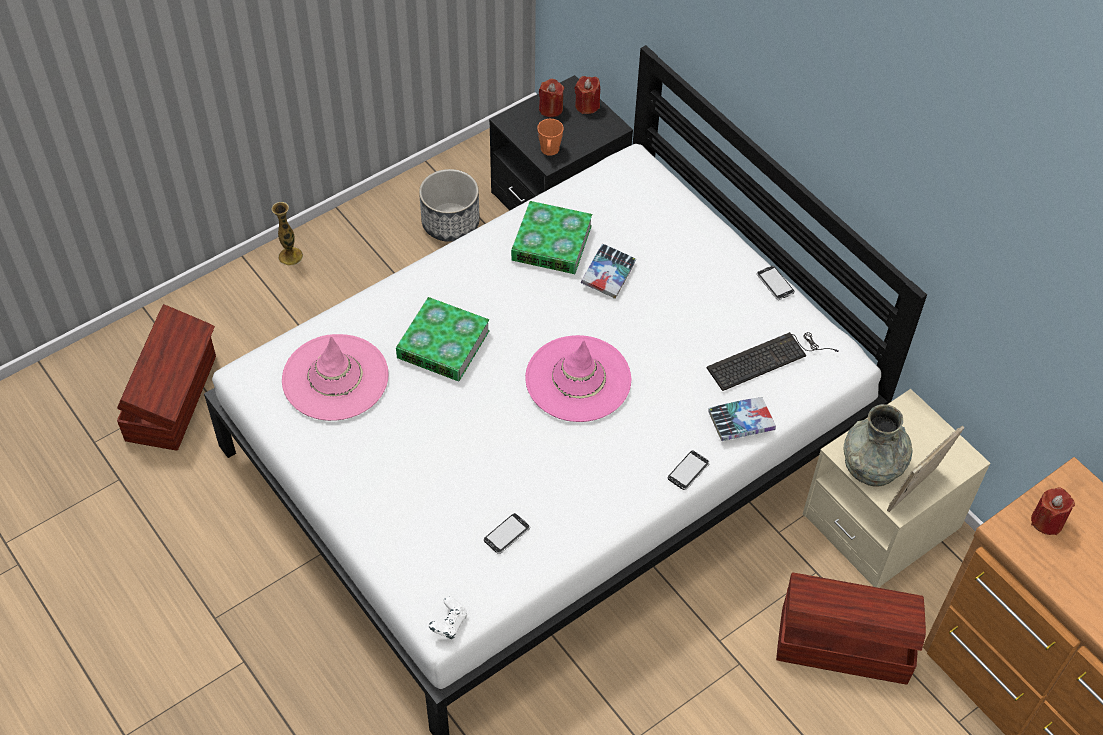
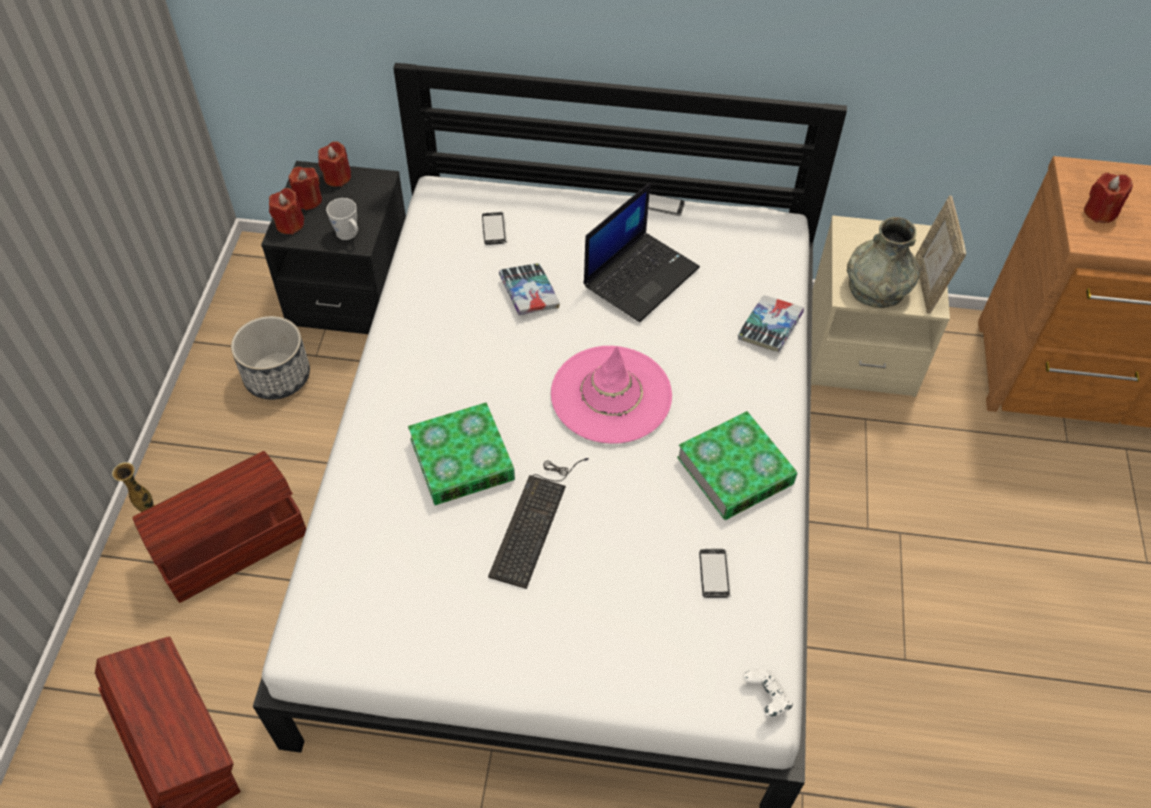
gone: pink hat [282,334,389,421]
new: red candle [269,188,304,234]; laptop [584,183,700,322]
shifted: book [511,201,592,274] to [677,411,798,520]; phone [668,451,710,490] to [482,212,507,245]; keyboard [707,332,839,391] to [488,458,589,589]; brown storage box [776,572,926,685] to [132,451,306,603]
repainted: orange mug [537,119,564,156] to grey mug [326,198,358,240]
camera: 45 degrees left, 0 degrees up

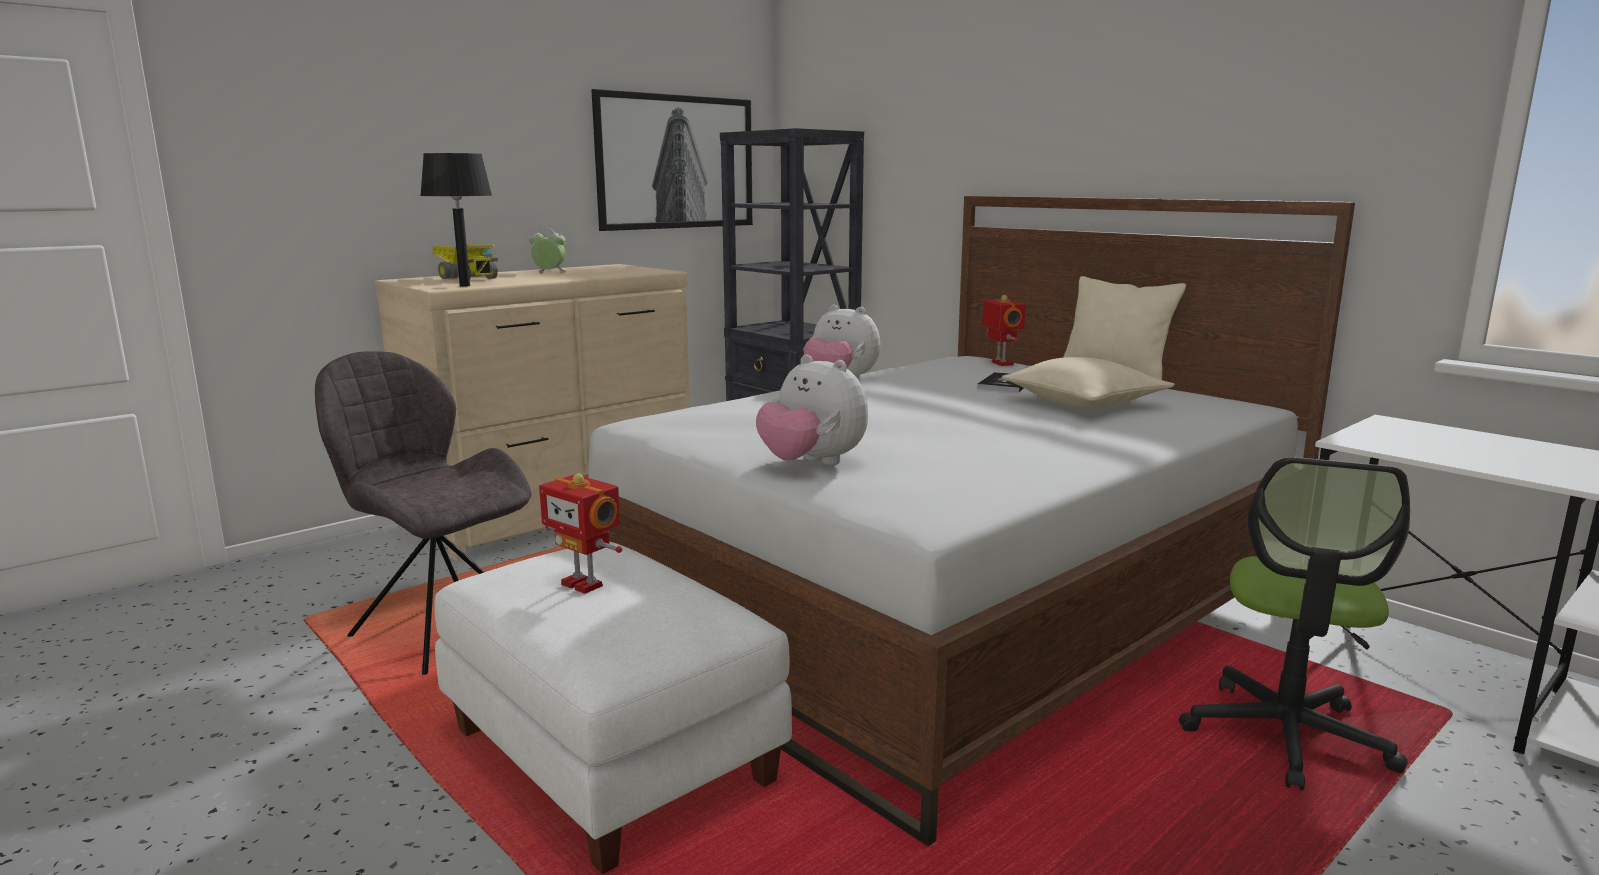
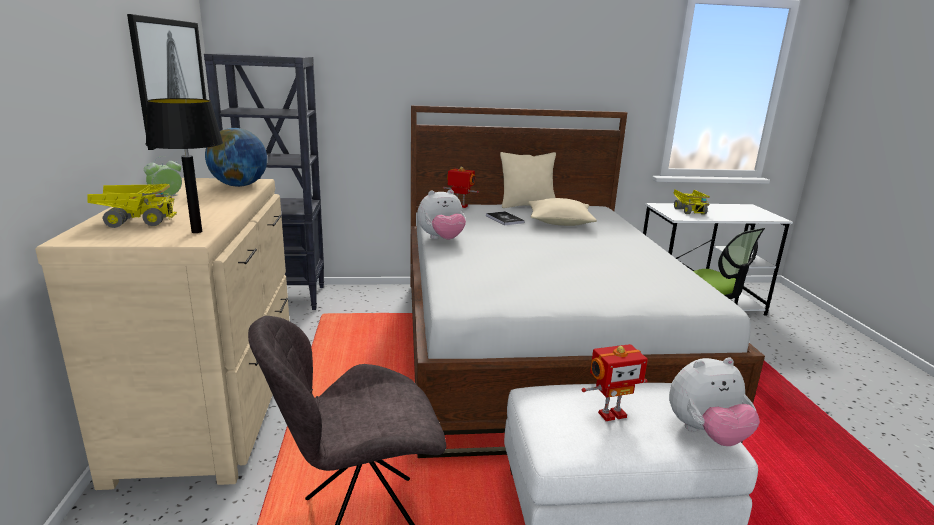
new: globe [205,128,267,187]; toy truck [673,189,710,214]
shifted: plush toy [756,354,868,465] to [669,357,760,446]
camera: 55 degrees left, 5 degrees up

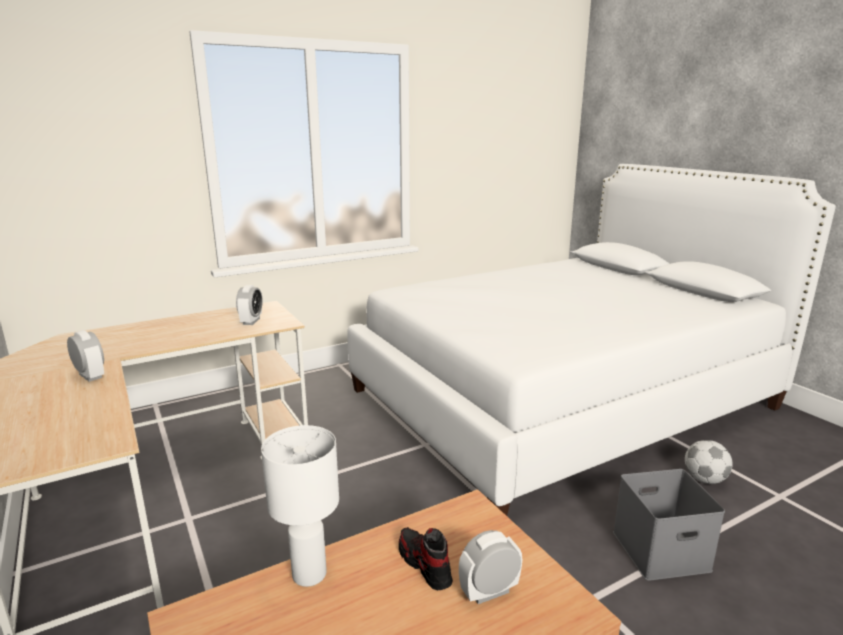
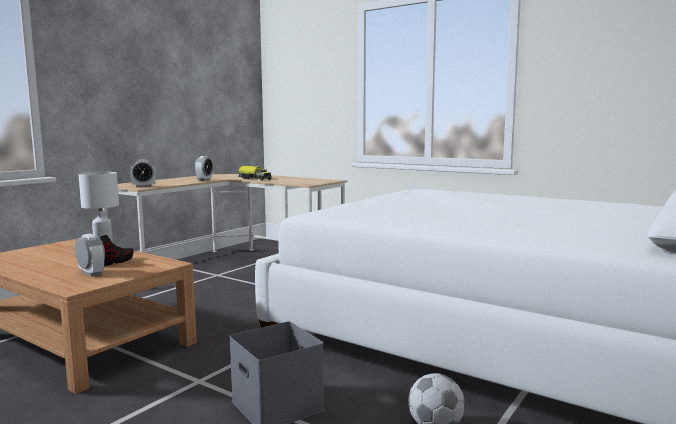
new: toy truck [239,166,272,181]
shifted: alarm clock [236,285,263,325] to [130,160,156,187]
camera: 65 degrees right, 10 degrees down

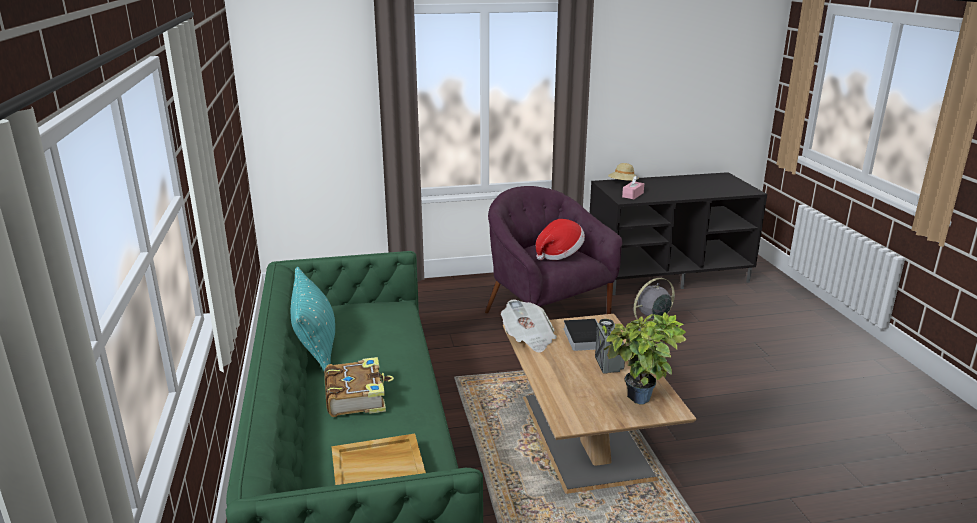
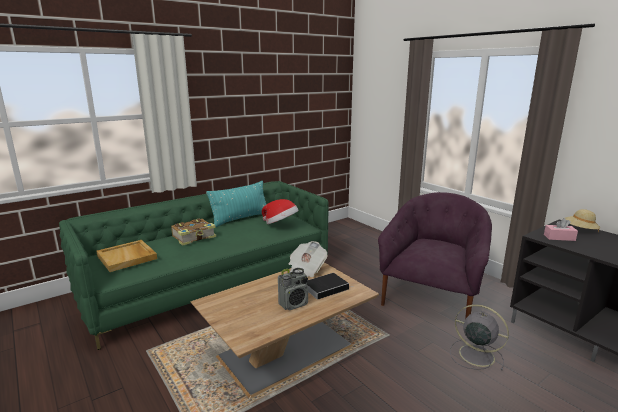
gone: potted plant [604,312,686,404]
shifted: hat [536,219,585,260] to [262,199,299,224]
camera: 65 degrees right, 5 degrees down

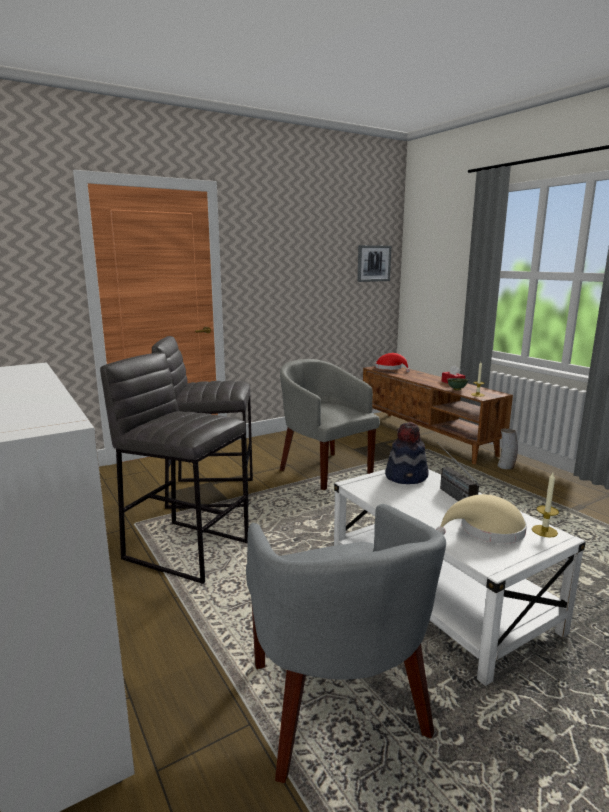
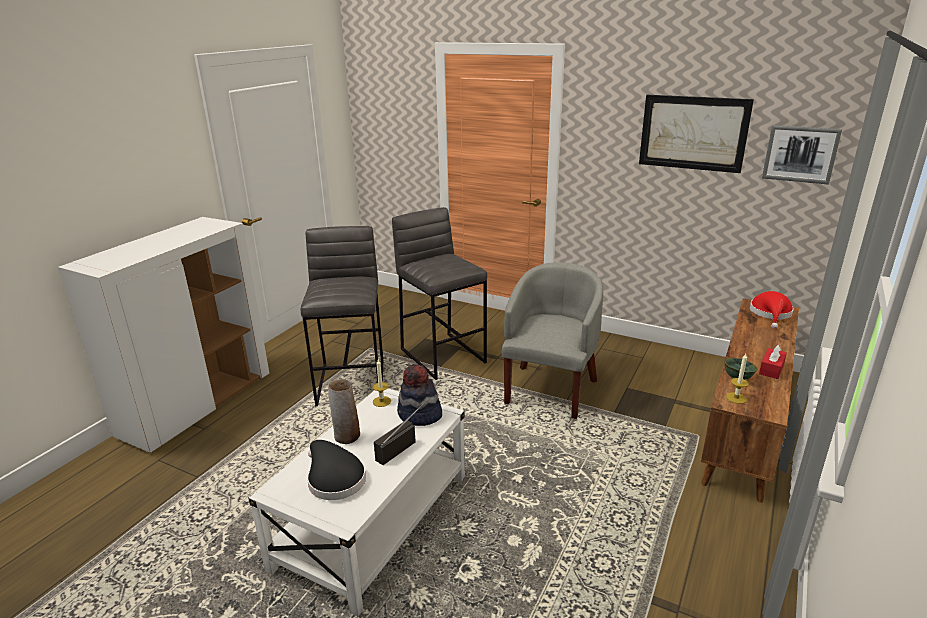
gone: grey armchair [246,504,446,783]
new: picture [639,95,754,173]
shifted: vase [497,428,518,470] to [328,379,360,444]; candle [532,473,559,538] to [373,359,391,407]
repainted: beige hat [436,494,527,544] to black hat [307,440,366,500]
camera: 60 degrees right, 10 degrees up

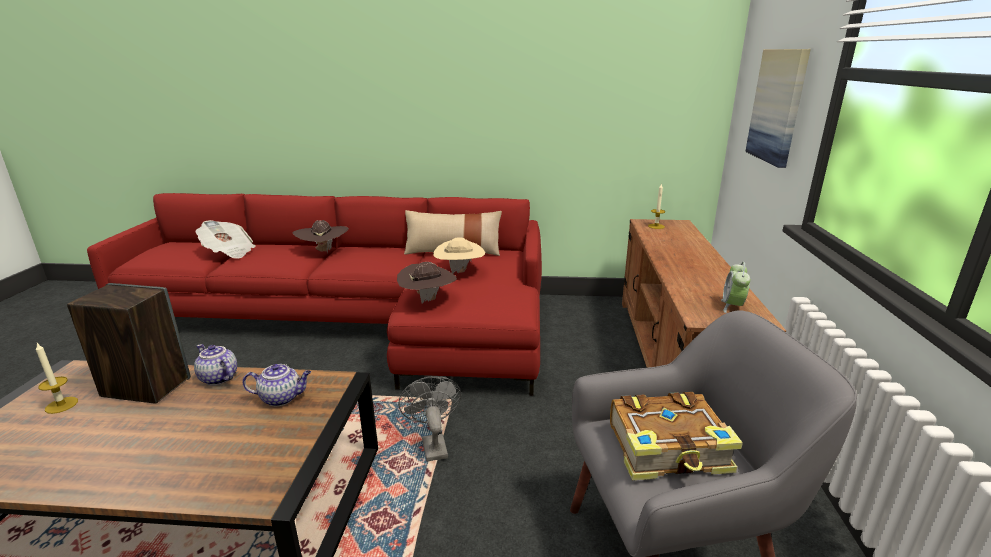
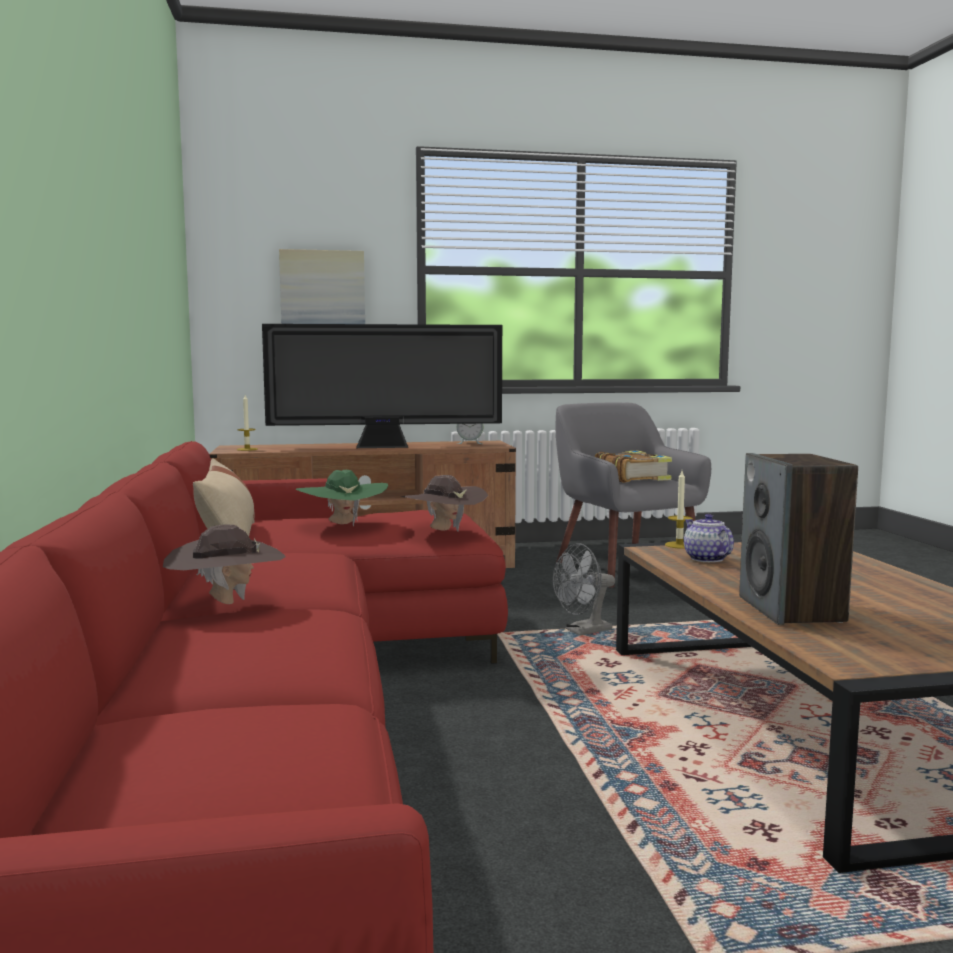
gone: teapot [194,344,237,385]; newspaper [196,220,256,259]
new: television [262,324,502,448]
shifted: candle [36,343,78,414] to [665,471,693,549]
repainted: beige hat [433,237,485,273] to green hat [296,470,388,527]
camera: 105 degrees left, 15 degrees down

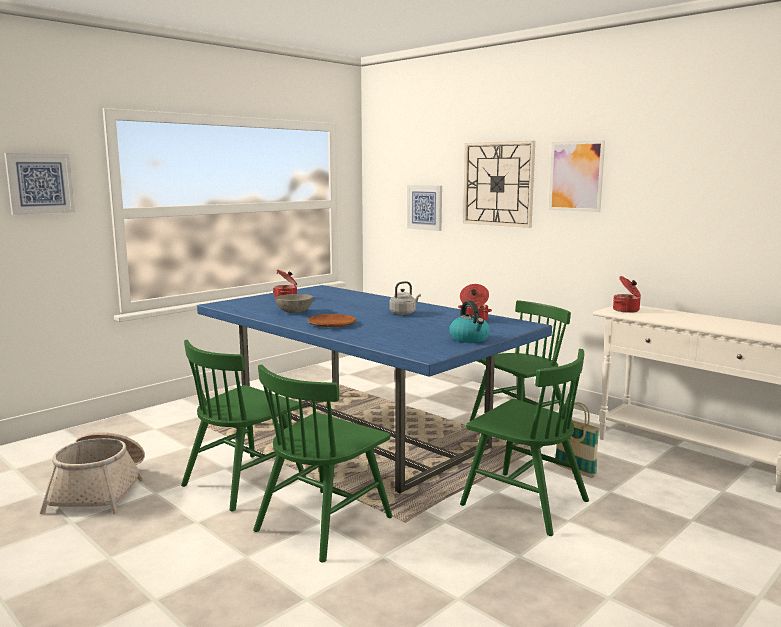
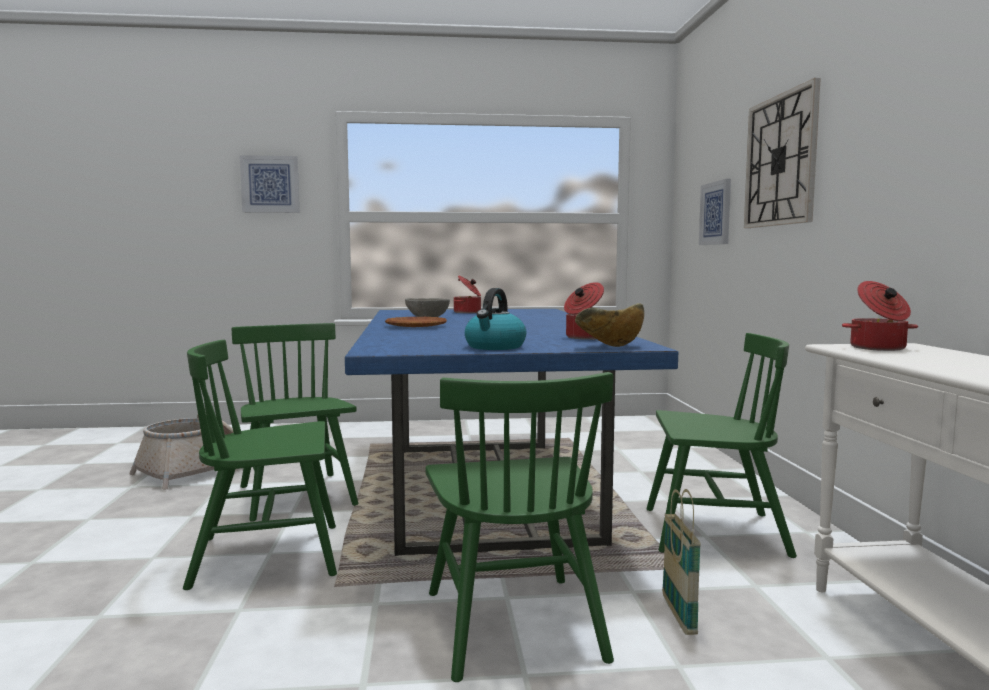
gone: grey kettle [389,281,421,315]; picture [549,140,605,212]
new: bowl [575,303,644,347]
rotated: green chair [181,340,306,511] = [232,323,359,522] 75 degrees clockwise
camera: 40 degrees right, 5 degrees down

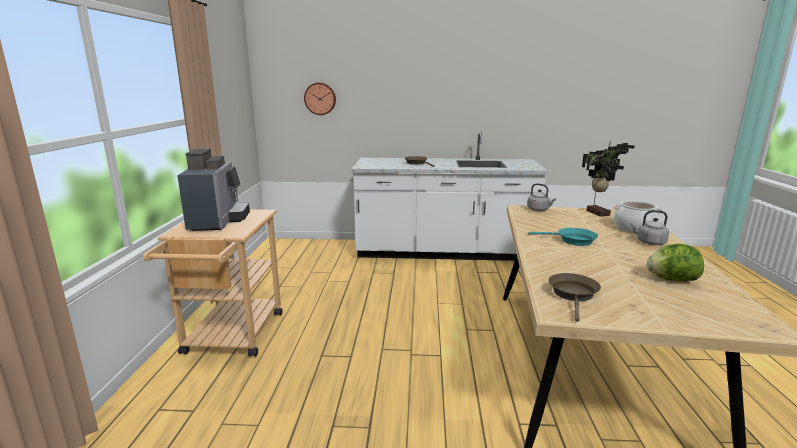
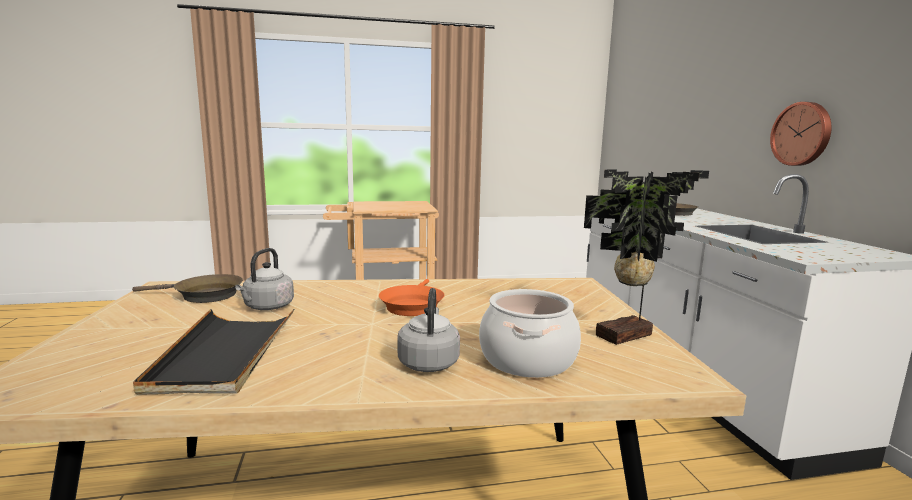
gone: coffee machine [177,149,250,231]
shifted: wall clock [304,83,336,115] to [770,102,832,166]; grey kettle [527,183,556,211] to [235,248,294,310]
swapped: lettuce [647,244,704,281] to black tray [133,309,294,395]
repainted: turquoise frying pan [529,228,598,246] to orange frying pan [379,279,444,316]
camera: 75 degrees right, 5 degrees down

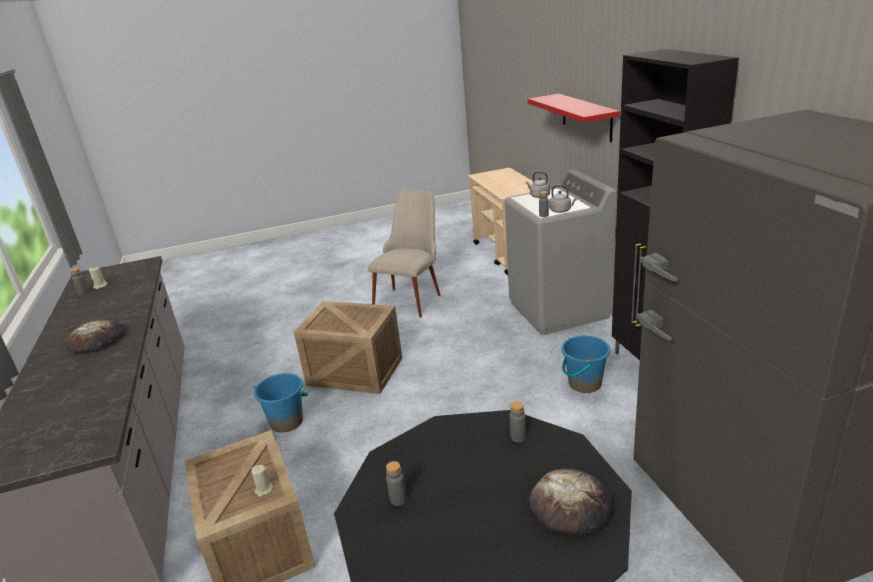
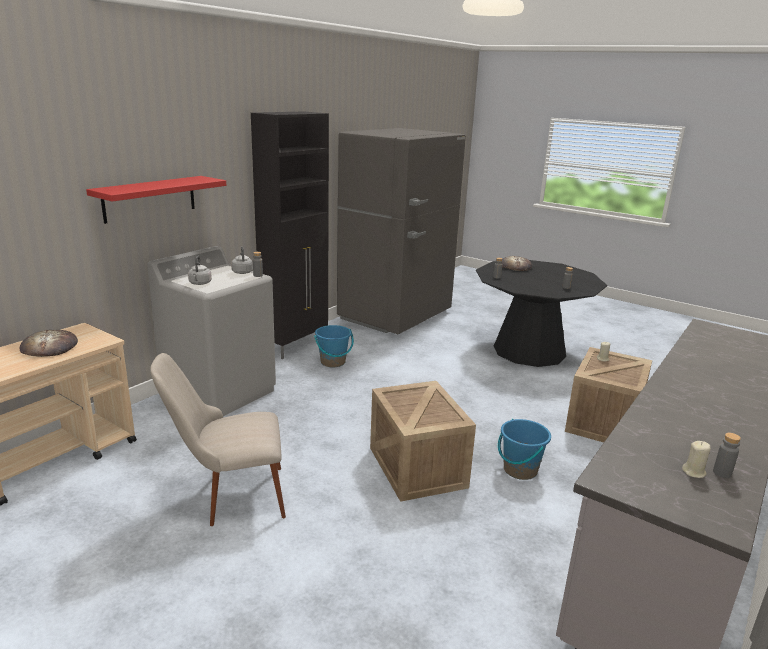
shifted: bread [65,320,125,353] to [19,330,78,357]
camera: 130 degrees left, 5 degrees down

